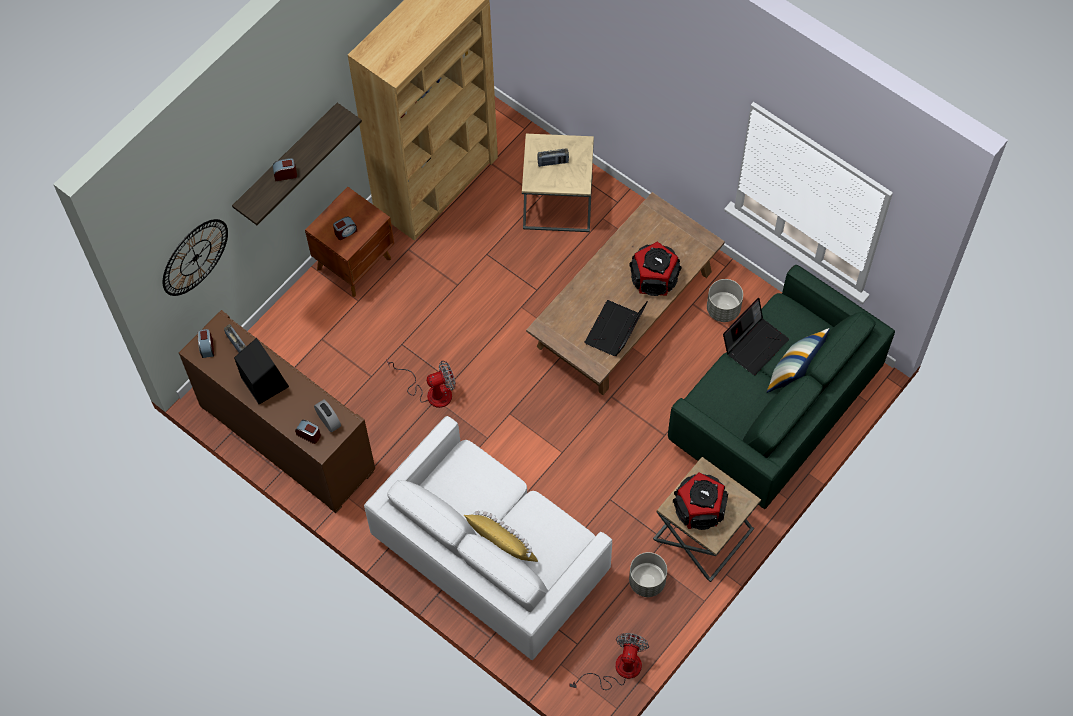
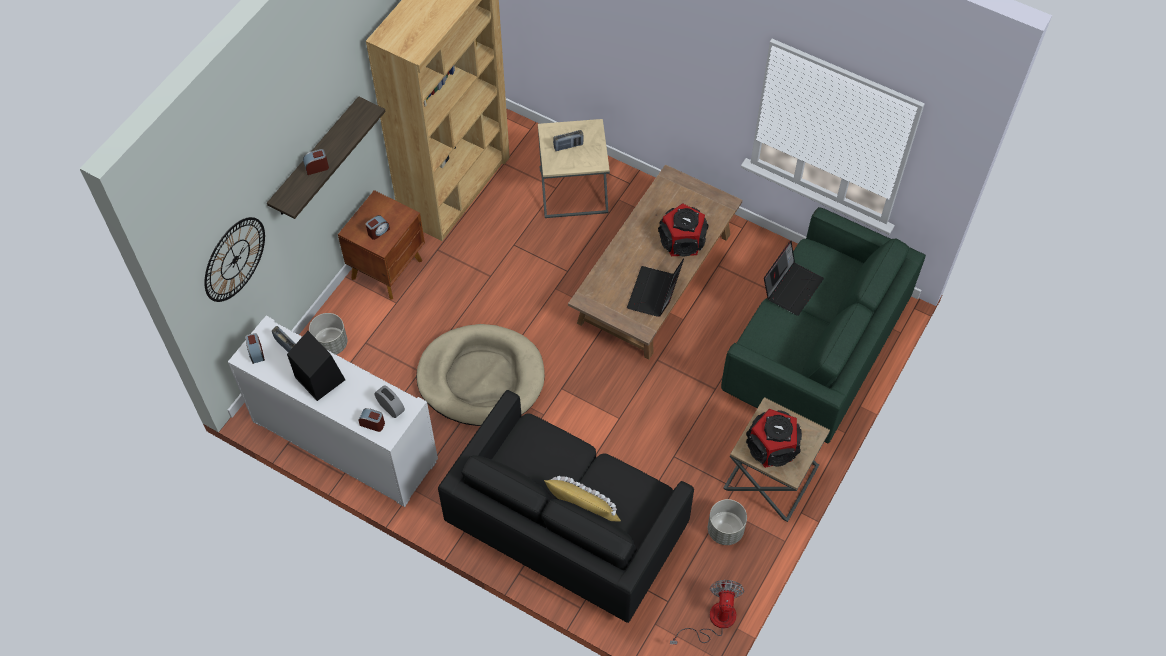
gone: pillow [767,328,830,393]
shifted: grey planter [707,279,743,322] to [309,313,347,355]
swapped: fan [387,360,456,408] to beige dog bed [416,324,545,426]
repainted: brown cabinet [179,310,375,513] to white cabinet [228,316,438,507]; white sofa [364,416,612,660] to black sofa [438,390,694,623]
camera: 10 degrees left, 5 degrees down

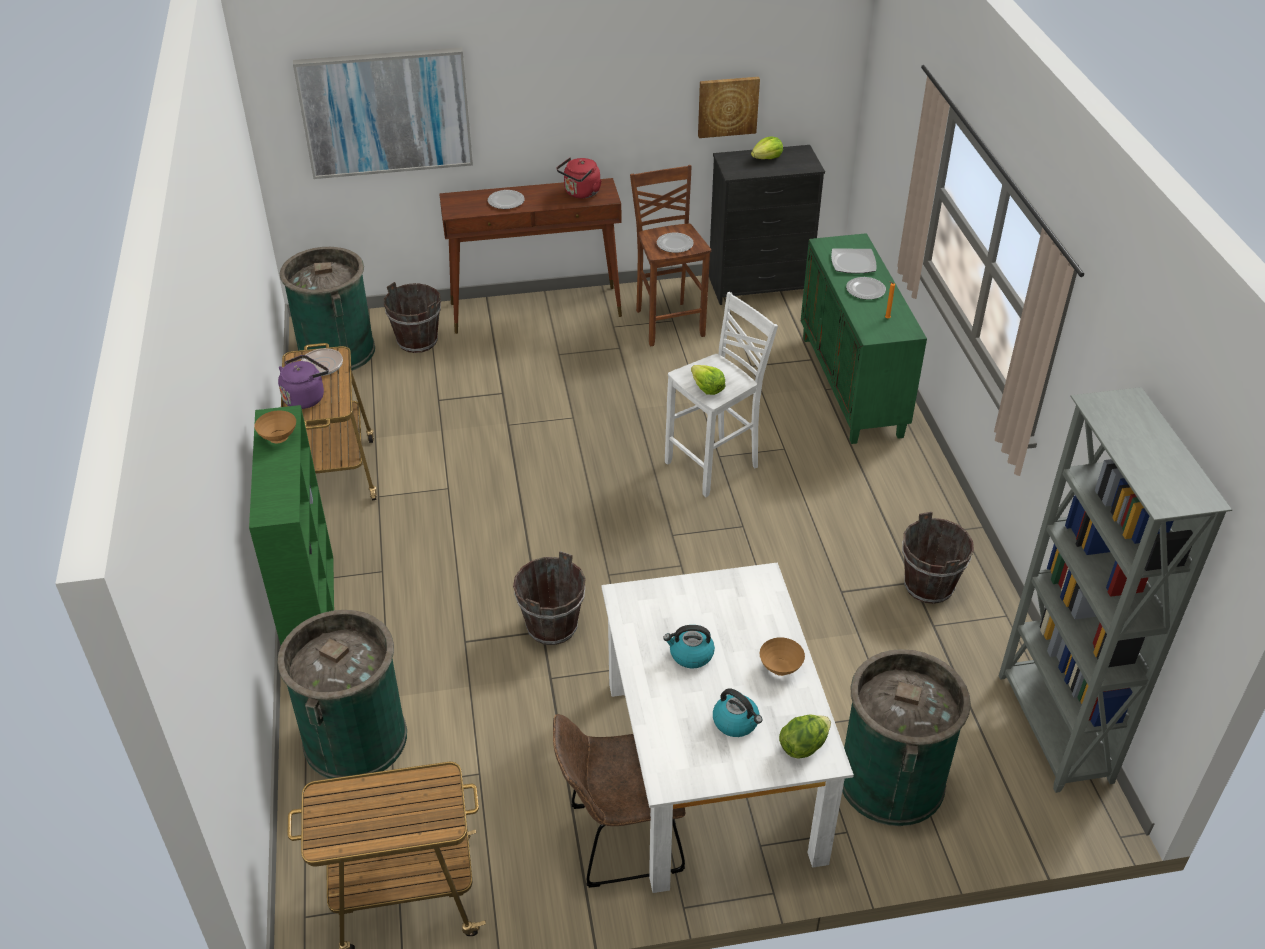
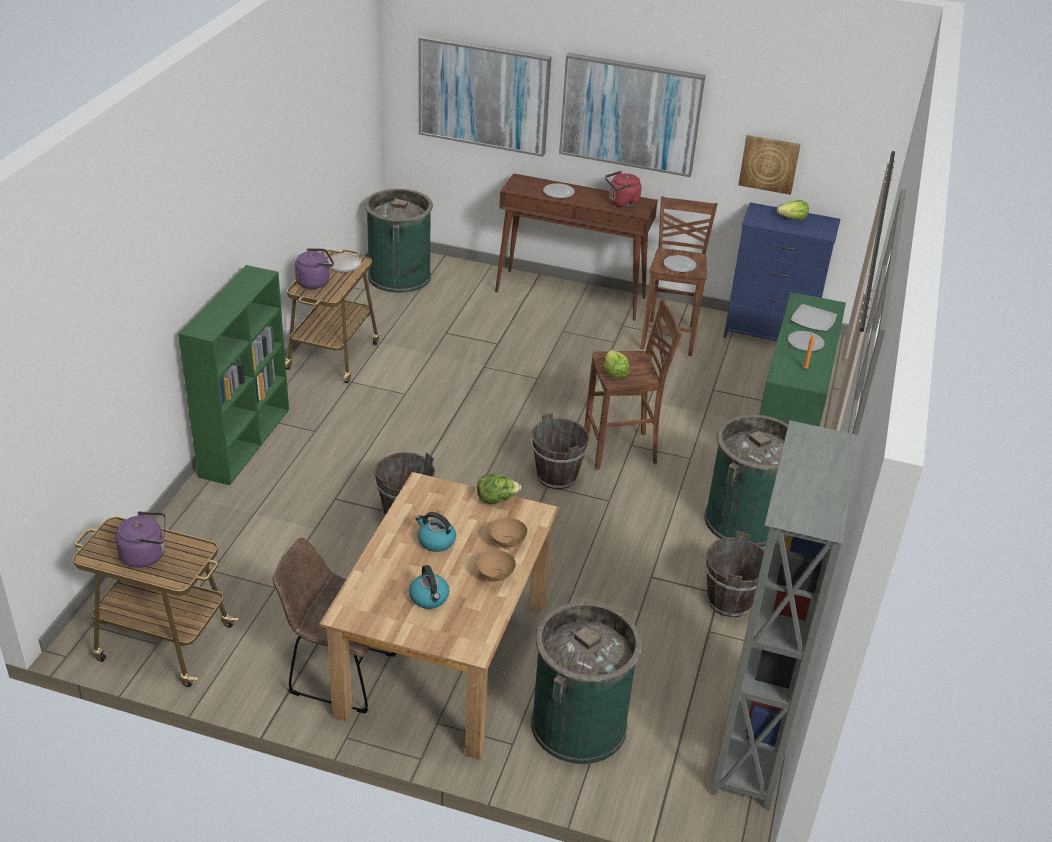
new: purple kettle [115,511,165,568]; picture [559,53,705,177]
shifted: brown bowl [254,411,296,443] to [489,518,527,549]; green trash can [277,610,407,779] to [704,414,788,547]; brown bucket [384,282,441,353] to [531,413,590,489]; lettuce [779,715,831,759] to [477,474,521,504]
repainted: white dining table [601,562,854,893] to brown dining table [319,472,559,760]; white stool [665,292,778,497] to brown stool [584,299,682,470]; black dresser [709,145,825,305] to blue dresser [724,202,840,341]
camera: 25 degrees right, 5 degrees down

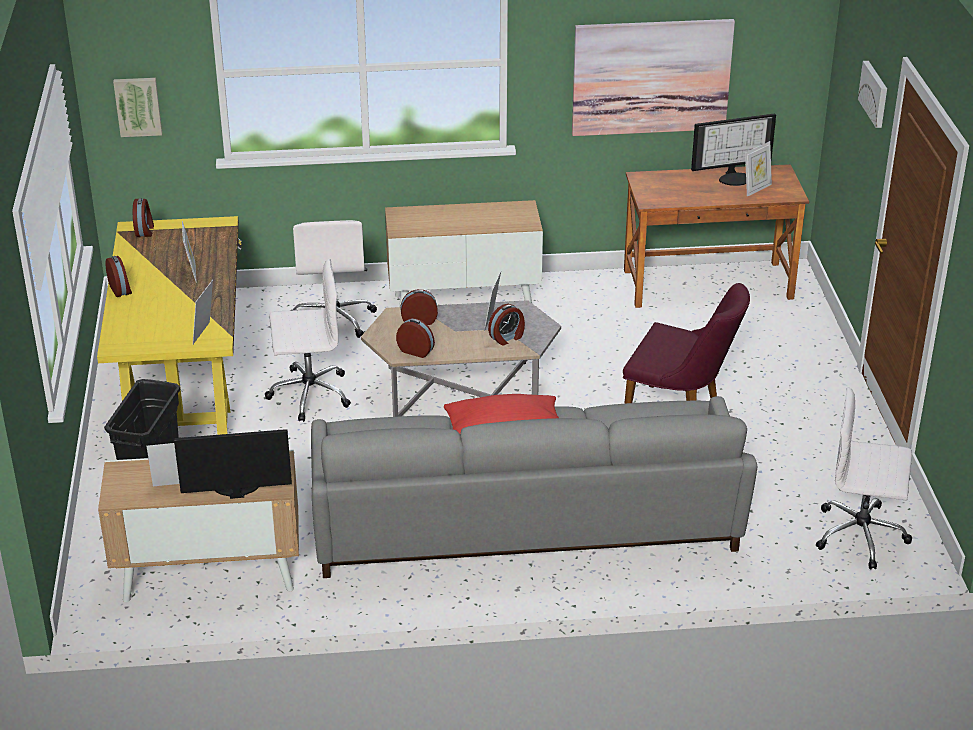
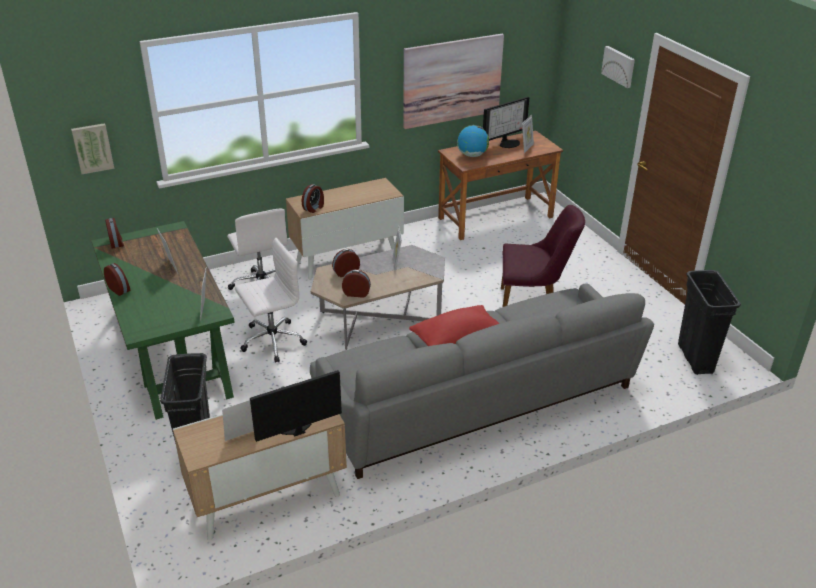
new: globe [457,125,489,157]
shifted: alarm clock [488,304,525,346] to [302,184,324,213]
swapped: white office chair [816,387,912,570] to black trash can [678,270,741,375]
repainted: yellow desk [97,216,242,435] to green desk [91,221,235,420]
camera: 20 degrees left, 0 degrees up

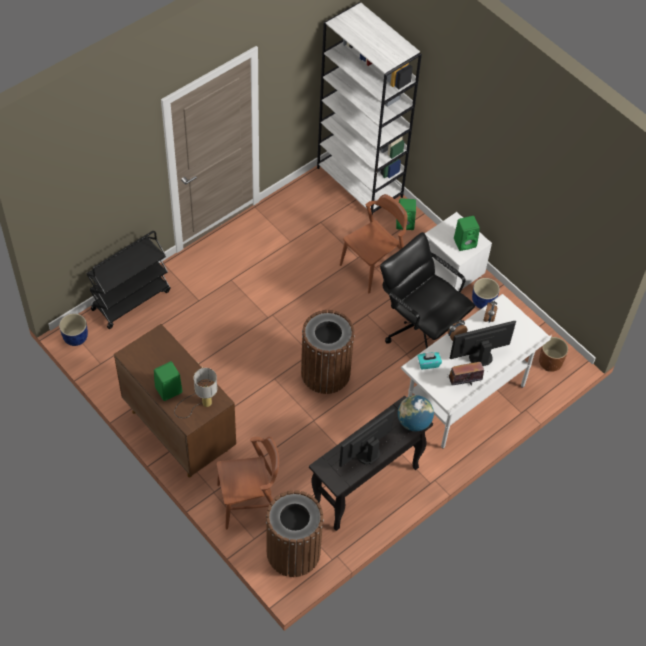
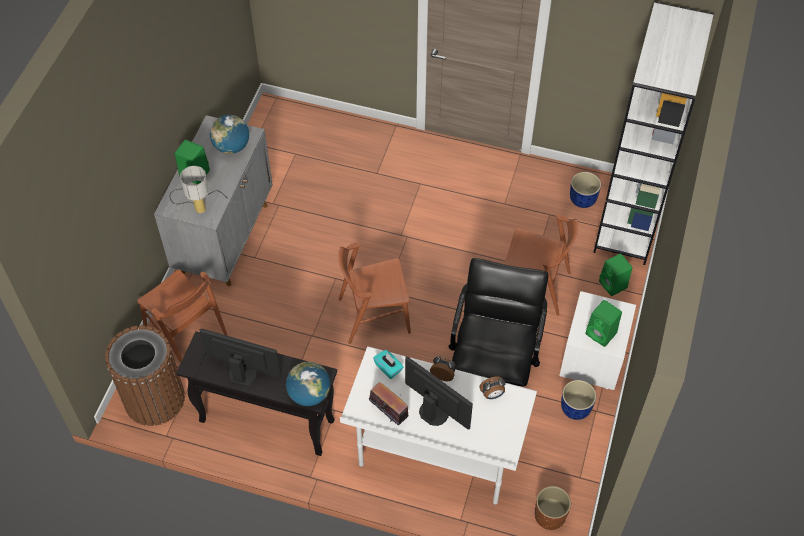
gone: black cart [87,231,170,329]
new: globe [210,115,249,154]
shifted: blue planter [59,314,88,346] to [570,172,601,208]
swapped: brown trash can [301,310,355,394] to brown chair [339,243,411,344]
repainted: brown cabinet [114,324,236,477] to grey cabinet [154,115,273,286]
camera: 60 degrees right, 0 degrees up

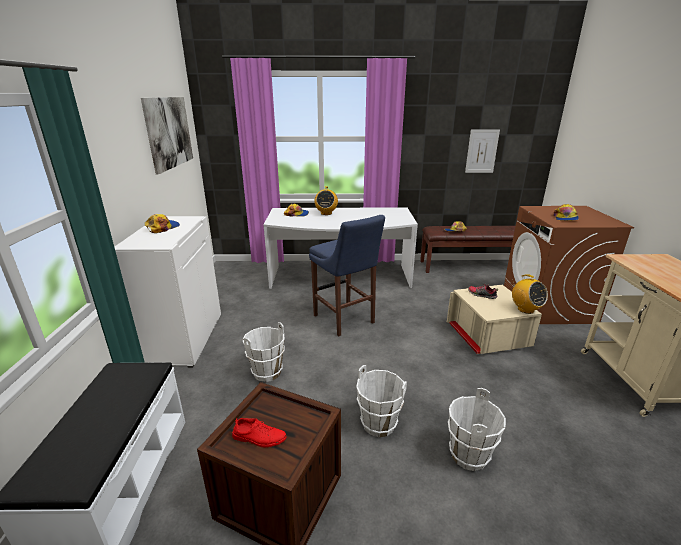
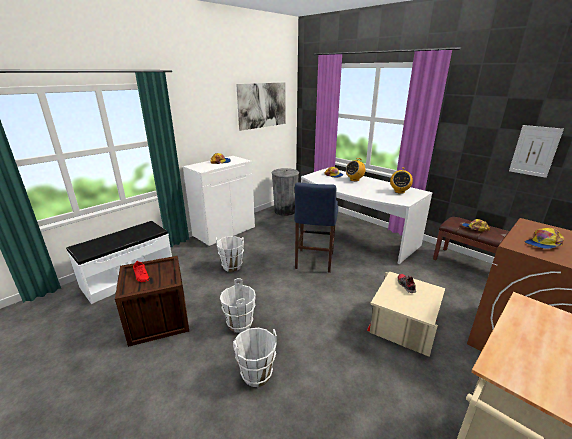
new: grey trash can [272,168,299,216]
shifted: radio [512,274,548,314] to [390,167,413,194]
camera: 45 degrees right, 0 degrees up

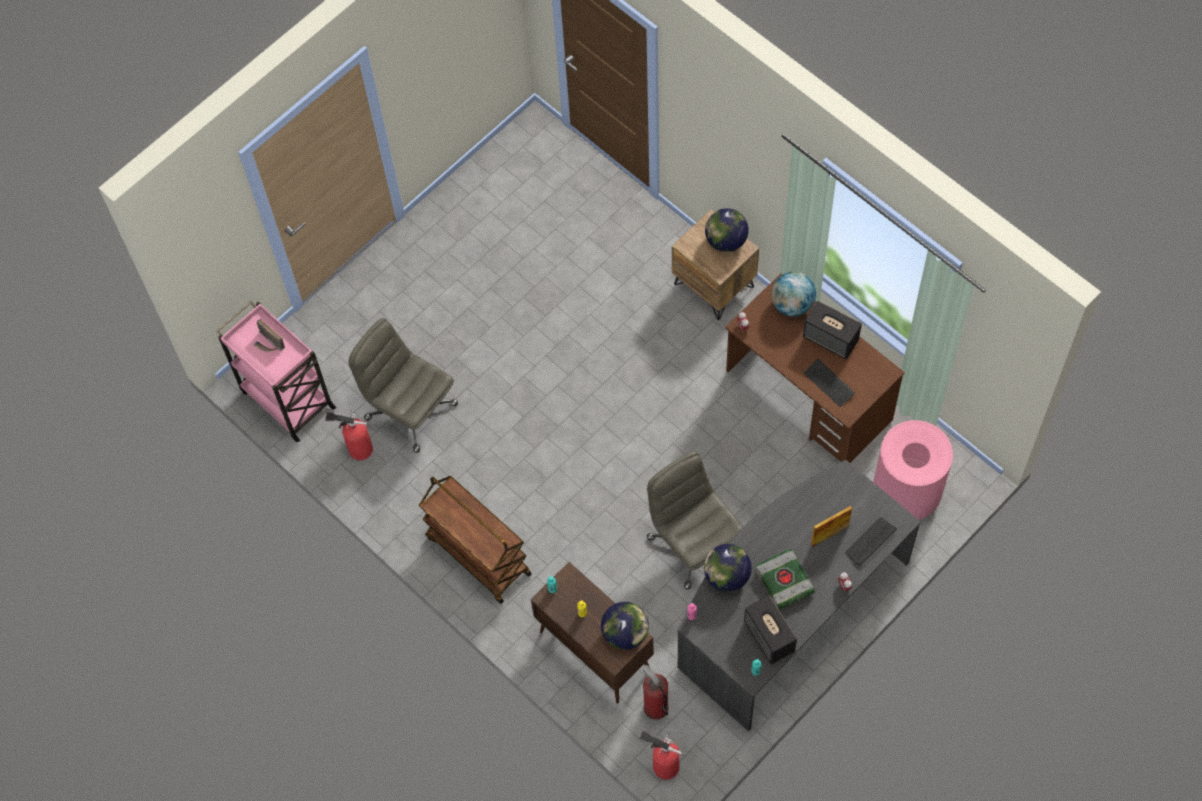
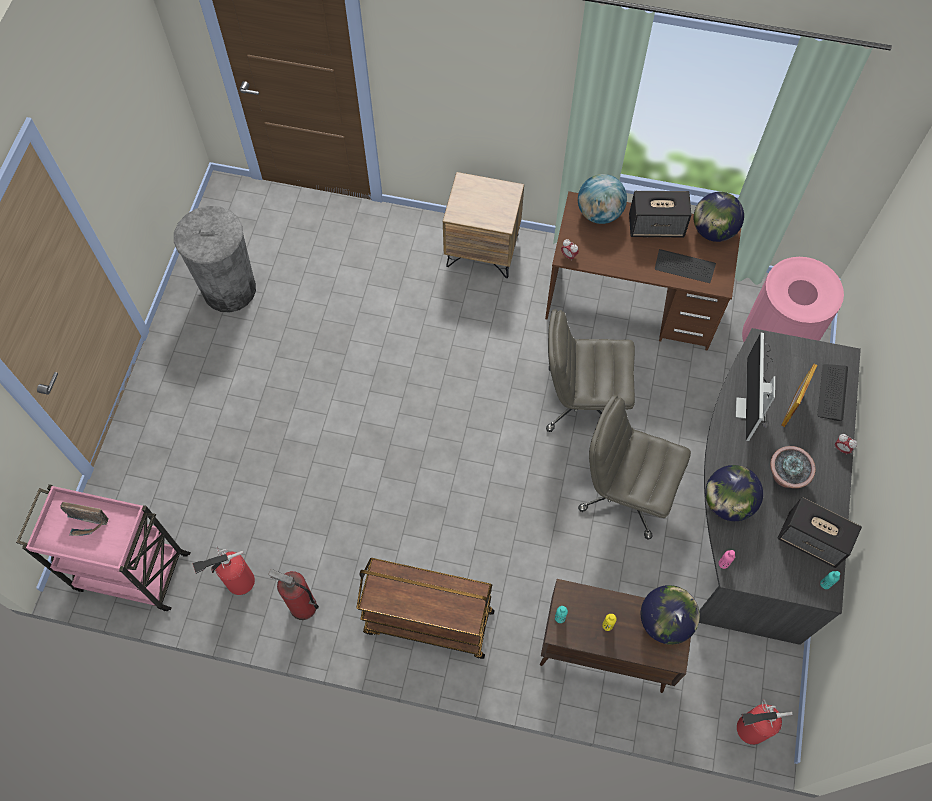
new: grey trash can [174,206,256,313]; monitor [736,332,775,441]
shifted: grey office chair [349,318,458,453] to [546,309,635,432]; fire extinguisher [643,665,668,720] to [269,569,319,620]; globe [705,208,749,252] to [694,192,744,242]
swapped: book [756,549,815,610] to potted plant [770,446,816,488]
camera: 35 degrees left, 0 degrees up

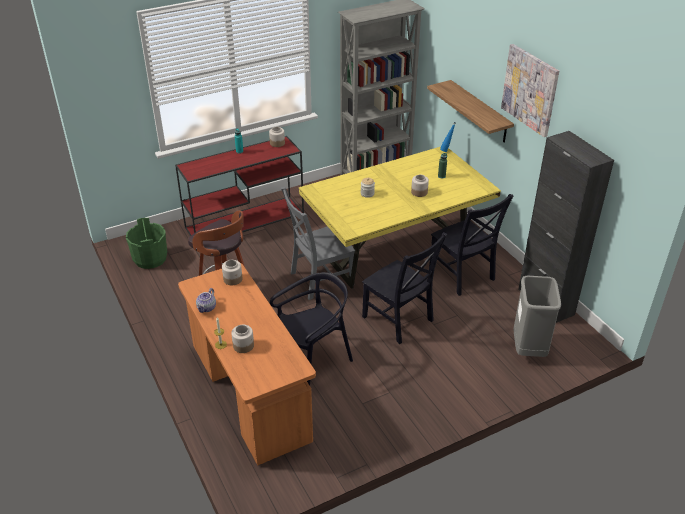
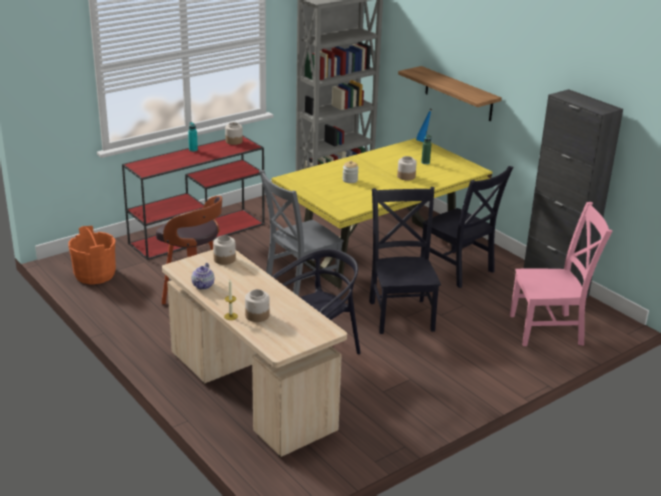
gone: picture [501,44,559,137]
swapped: grey trash can [514,276,561,357] to pink chair [510,202,612,346]
repainted: green bucket [126,218,167,269] to orange bucket [68,226,116,284]; orange desk [178,263,316,465] to beige desk [162,250,347,457]
rotated: black chair [362,232,447,344] = [369,187,441,334] 135 degrees counterclockwise
camera: 10 degrees left, 10 degrees down

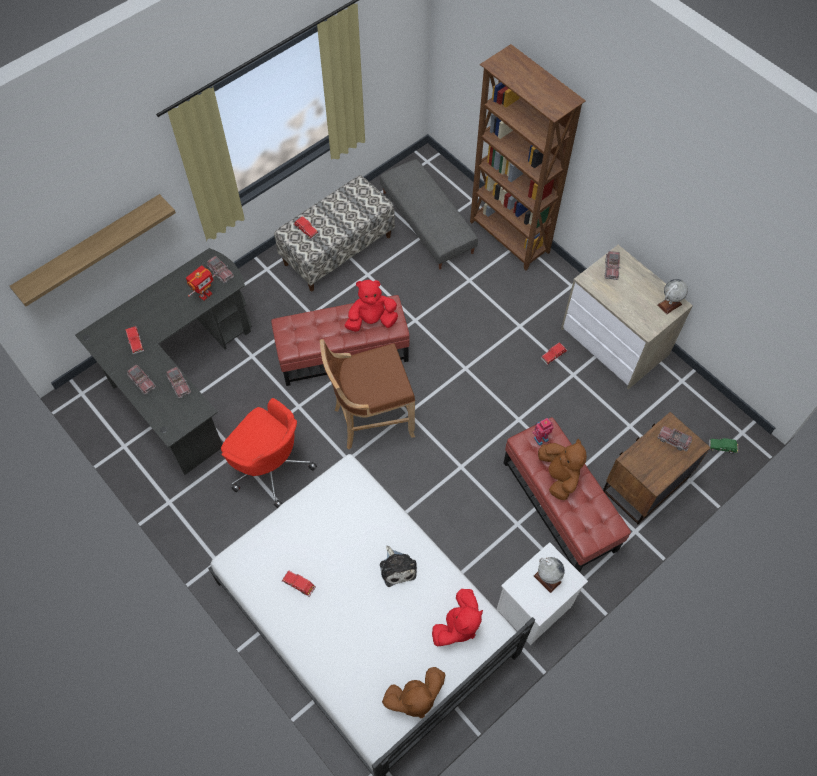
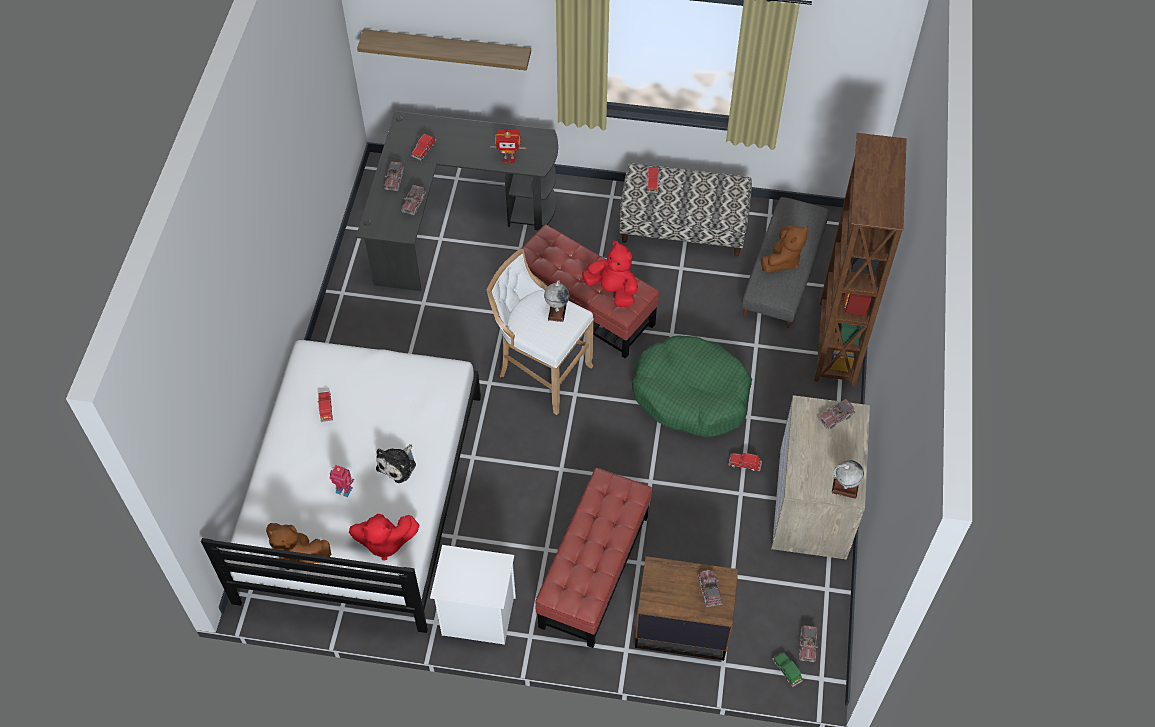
gone: red office chair [221,398,317,508]
new: green dog bed [632,335,752,437]
shifted: toy truck [206,255,234,283] to [799,625,818,662]; toy robot [532,418,554,446] to [329,465,354,497]; globe [534,557,565,593] to [544,280,569,322]; brown plush toy [538,439,587,500] to [761,225,808,273]
repainted: brown stool [320,339,415,450] to white stool [487,248,594,415]
camera: 50 degrees right, 5 degrees down

